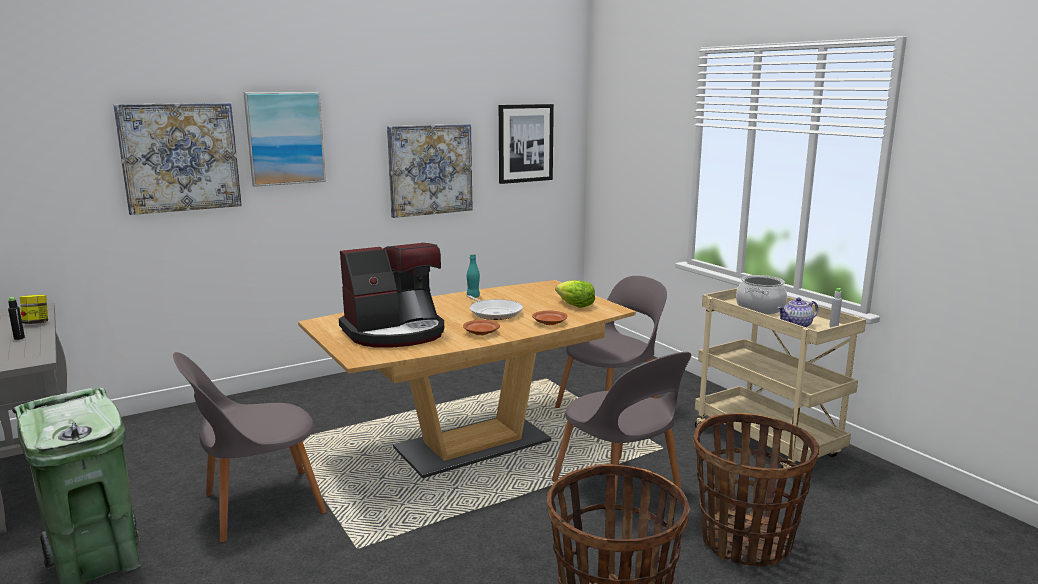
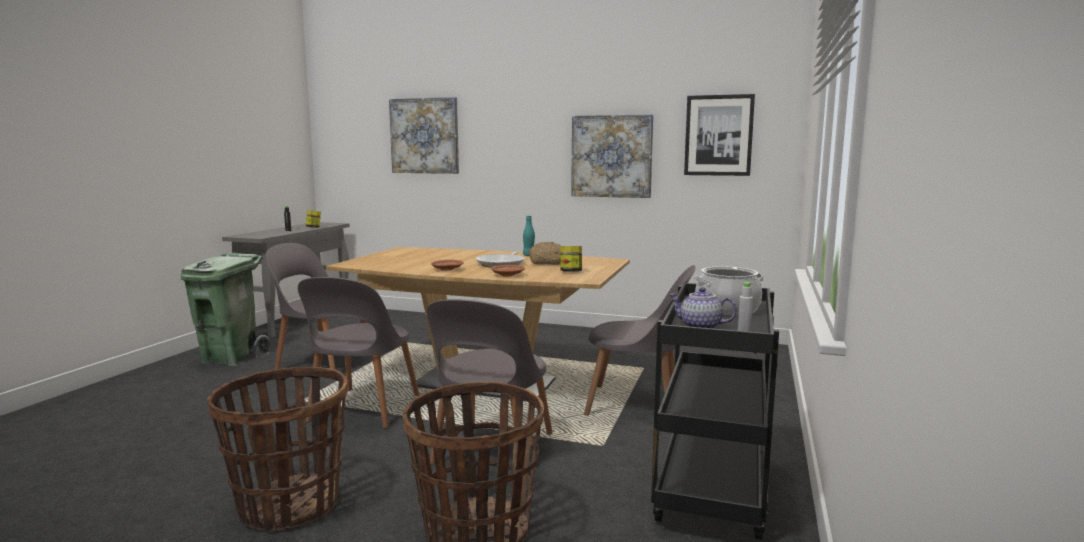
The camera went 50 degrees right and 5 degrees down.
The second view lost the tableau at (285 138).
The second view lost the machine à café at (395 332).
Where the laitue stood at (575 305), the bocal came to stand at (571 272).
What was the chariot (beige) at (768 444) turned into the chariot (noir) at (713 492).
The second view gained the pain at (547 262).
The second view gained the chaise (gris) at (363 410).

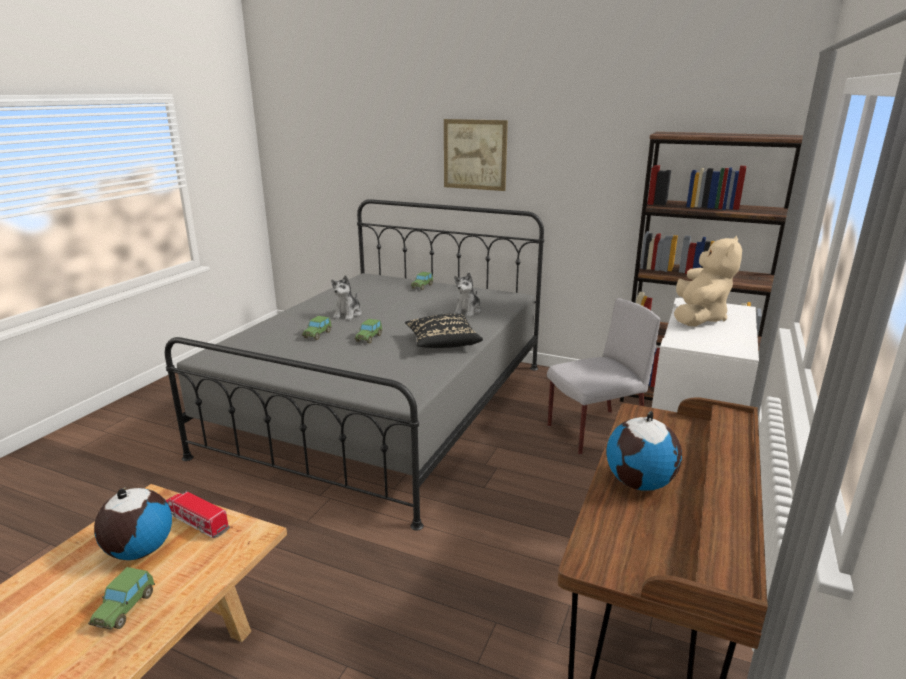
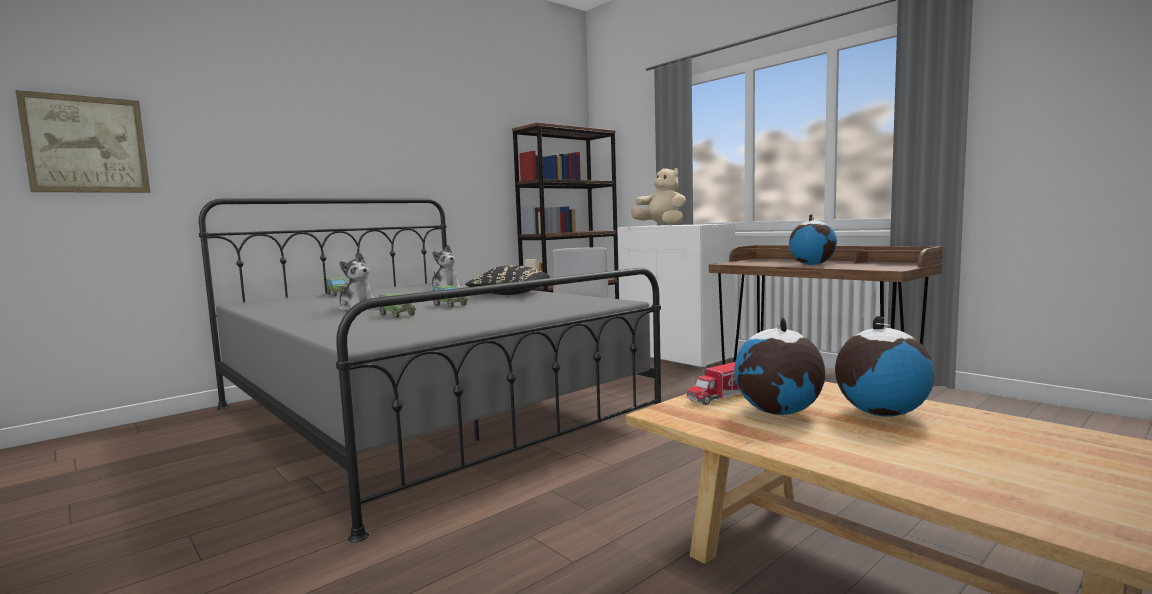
The camera went 65 degrees left and 15 degrees down.
The tableau ended up elsewhere, having gone from (475 154) to (86 144).
Where the petite voiture stood at (125 608), the globe came to stand at (880 413).

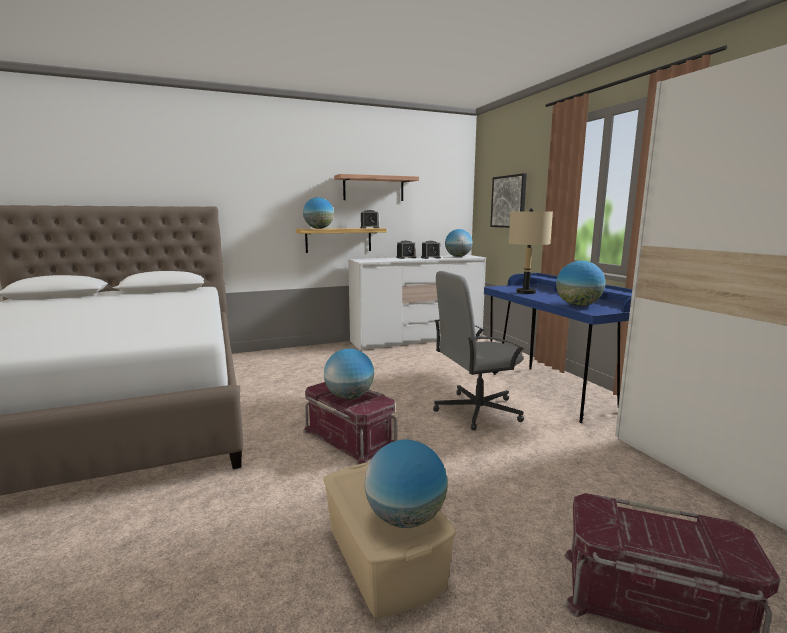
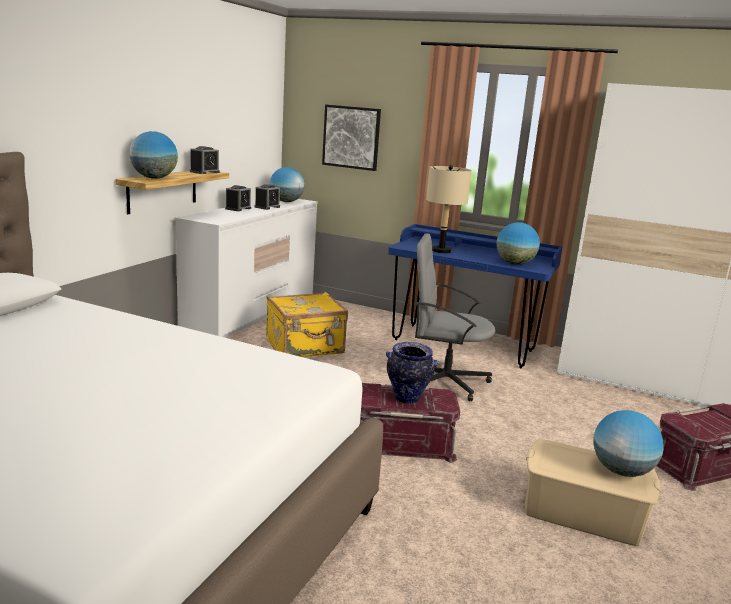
The camera went 45 degrees left and 5 degrees up.
The second view lost the étagère at (373 188).
The chaise de bureau (gris) at (476 410) ended up facing another way, 75 degrees clockwise from before.
Where the globe stood at (349 397), the vase came to stand at (407 399).
The second view gained the valise (jaune) at (305 347).

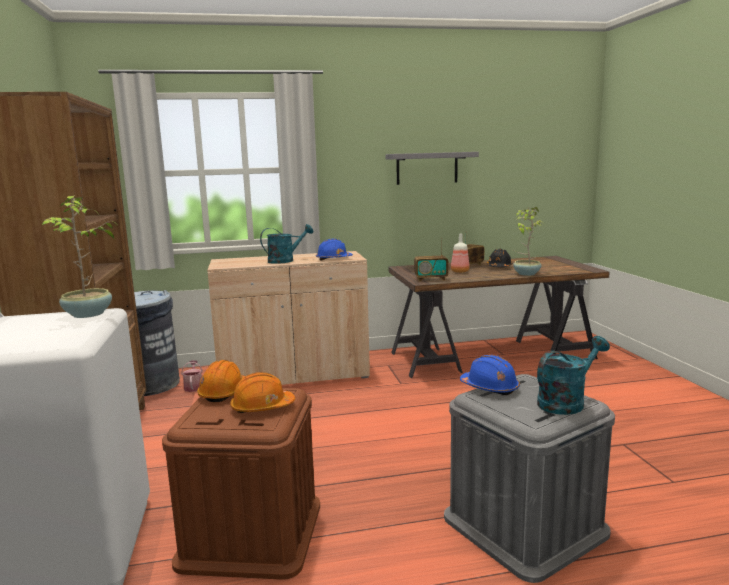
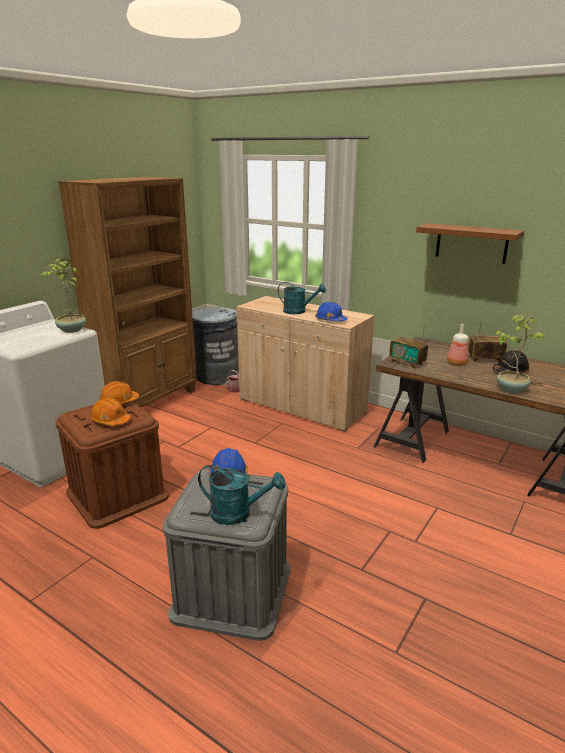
The camera went 45 degrees right and 10 degrees up.
What was the étagère (gris) at (427 168) turned into the étagère (marron) at (471 243).

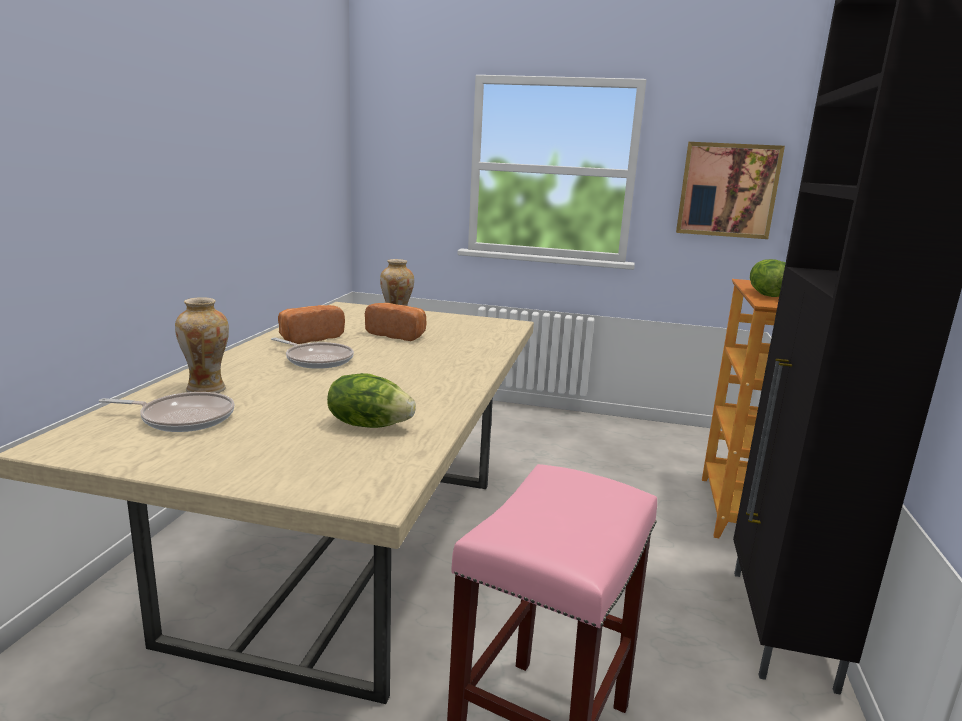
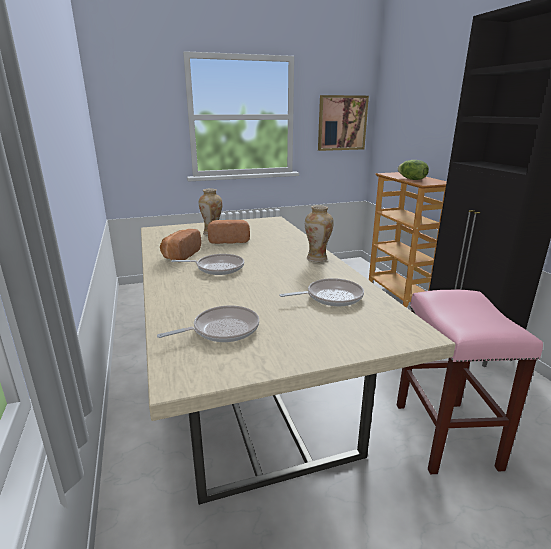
The camera went 30 degrees left and 5 degrees up.
The vase ended up elsewhere, having gone from (206 389) to (317 259).
Where the laitue stood at (369 424), the poêle came to stand at (331 297).

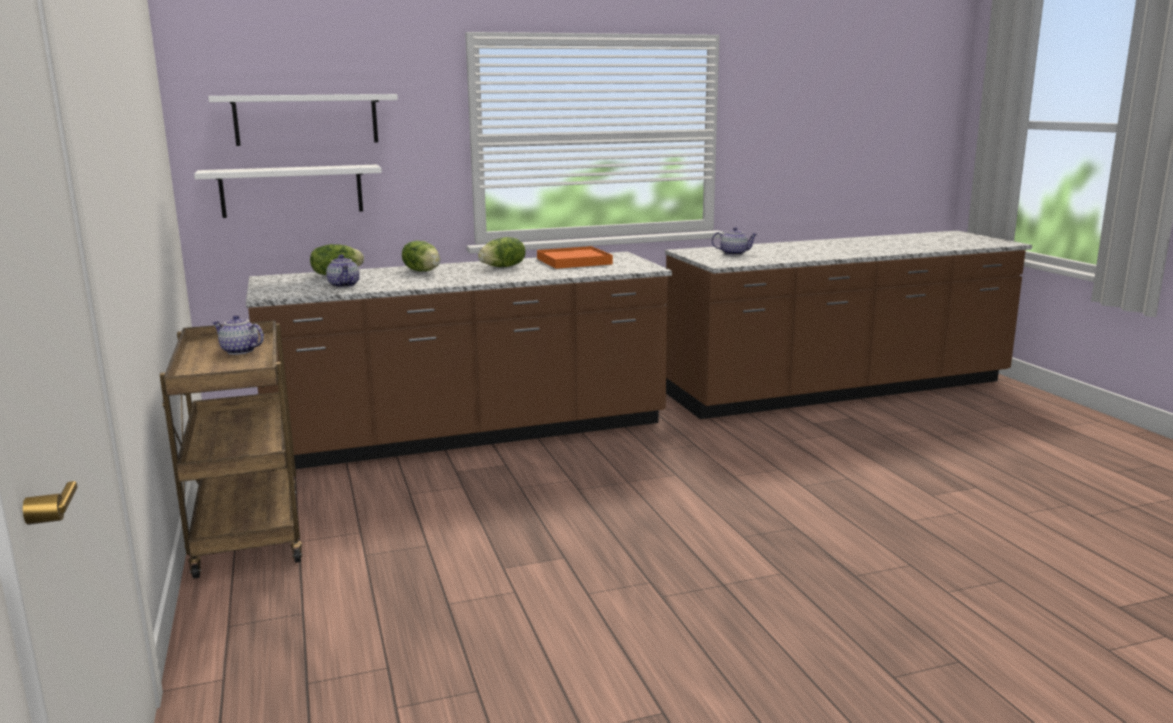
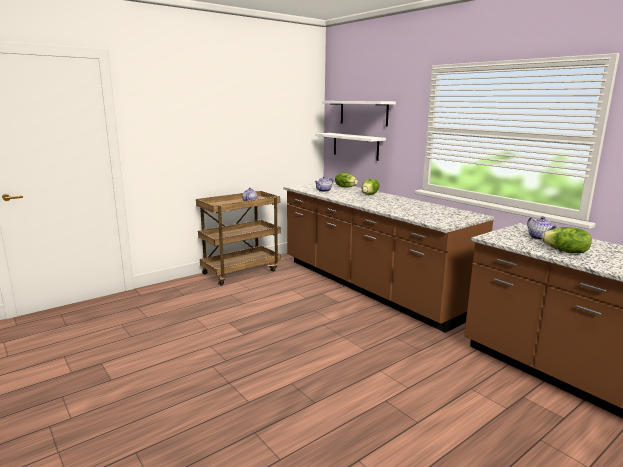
The camera went 70 degrees right and 0 degrees up.
The laitue ended up elsewhere, having gone from (503 267) to (565 252).
The second view lost the plateau (orange) at (574 261).

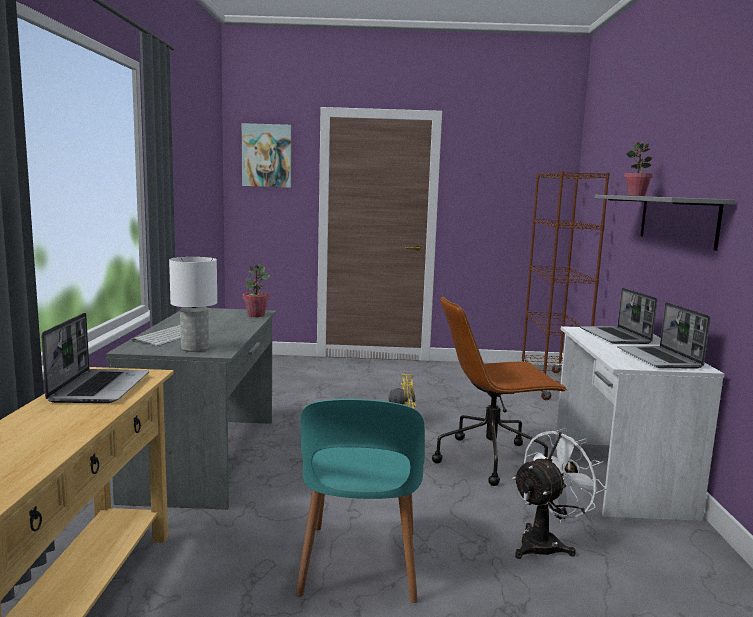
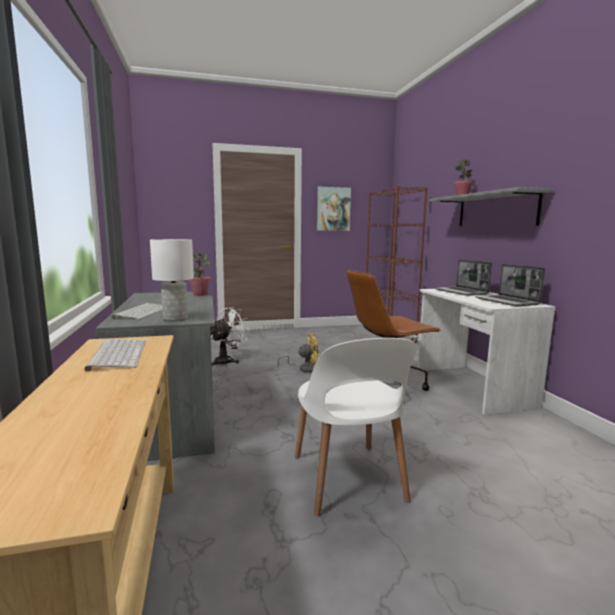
The camera went 15 degrees left and 0 degrees up.
The tableau ended up elsewhere, having gone from (267 155) to (333 209).
Where the ordinateur portable stood at (100 387), the clavier came to stand at (117 354).
What was the chaise (turquoise) at (359 565) turned into the chaise (blanc) at (348 479).
The ventilateur (blanc) ended up elsewhere, having gone from (546 543) to (227 361).

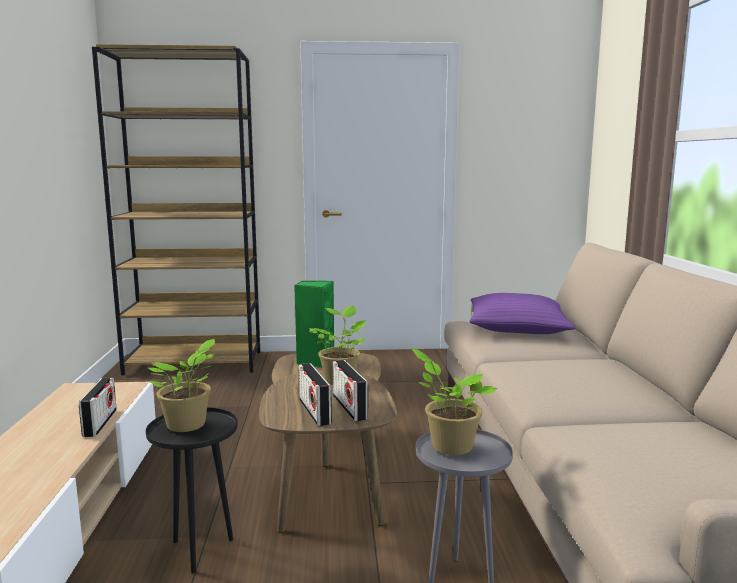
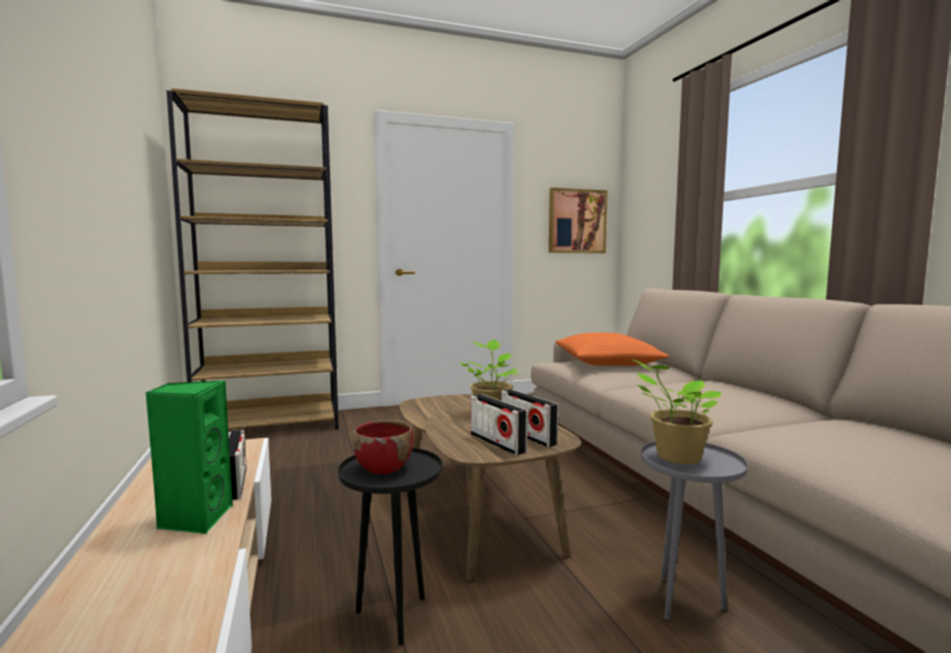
The camera went 15 degrees left and 5 degrees down.
The enceinte (vert) ended up elsewhere, having gone from (315 361) to (195 519).
What was the coussin (violet) at (517 327) turned into the coussin (orange) at (606 362).
Where the plante en pot stood at (188 425), the bol (rouge) came to stand at (384 467).
The second view gained the tableau at (577 221).

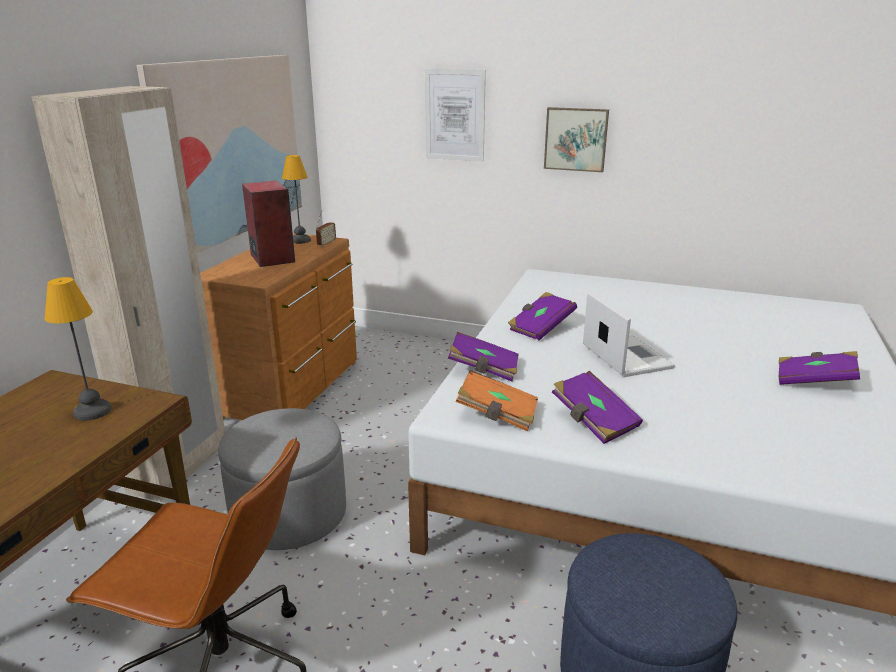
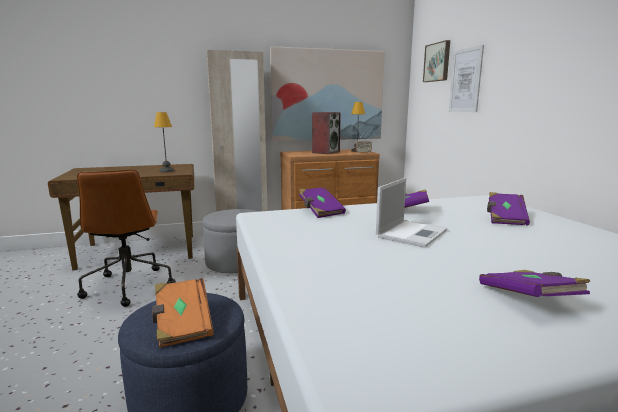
The camera went 55 degrees right and 10 degrees down.
The tableau ended up elsewhere, having gone from (576 139) to (437 62).
The livre (orange) ended up elsewhere, having gone from (497 415) to (182 325).
The livre (violet) ended up elsewhere, having gone from (593 421) to (505 218).

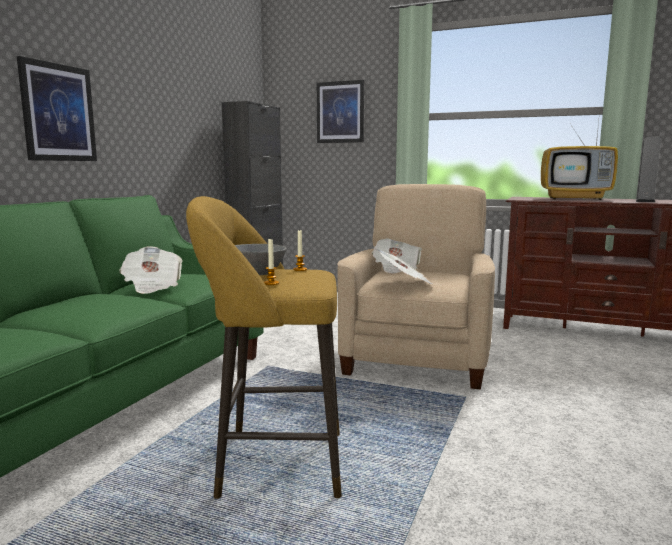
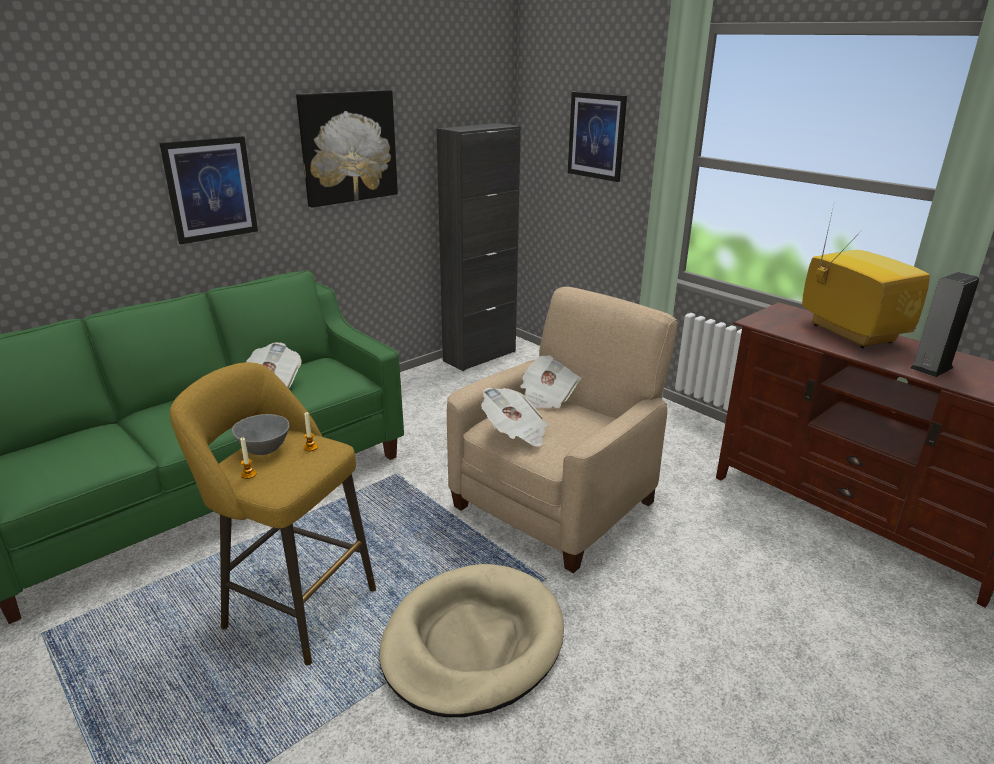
The camera went 25 degrees right and 15 degrees up.
The téléviseur at (576 198) ended up facing another way, 150 degrees counterclockwise from before.
The second view gained the tableau at (348 147).
The second view gained the panier pour chien (beige) at (472 642).

